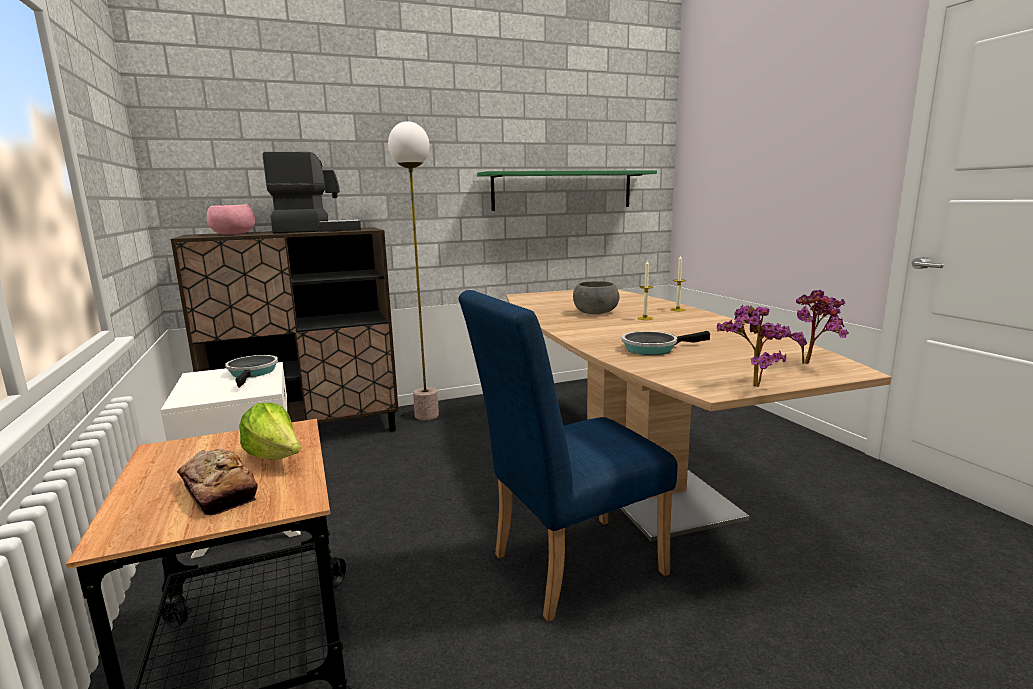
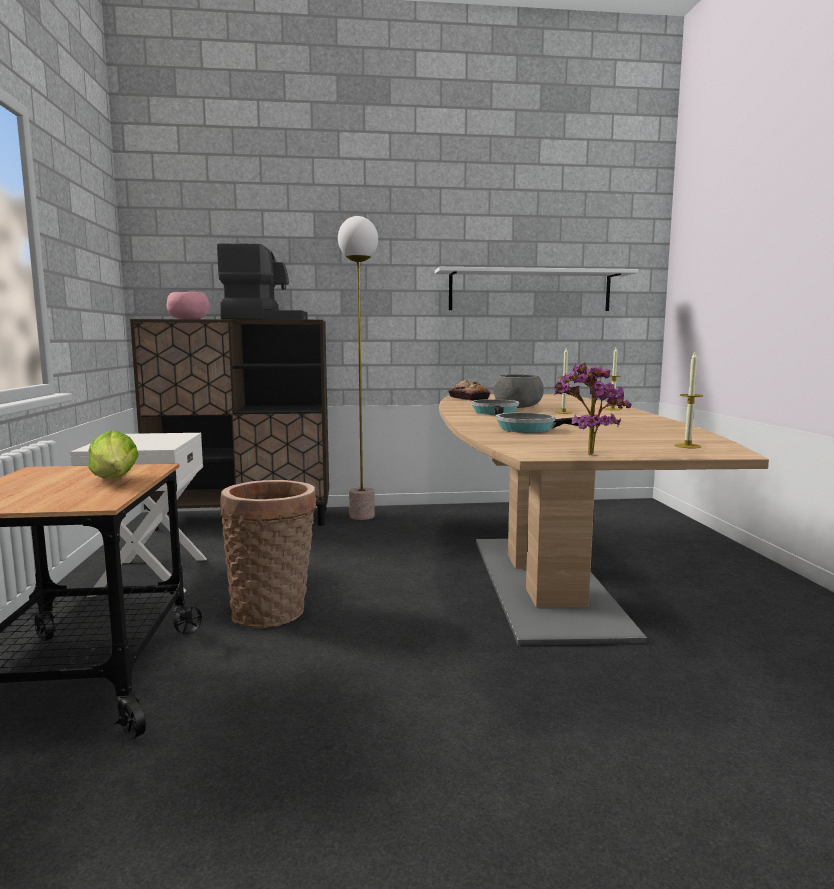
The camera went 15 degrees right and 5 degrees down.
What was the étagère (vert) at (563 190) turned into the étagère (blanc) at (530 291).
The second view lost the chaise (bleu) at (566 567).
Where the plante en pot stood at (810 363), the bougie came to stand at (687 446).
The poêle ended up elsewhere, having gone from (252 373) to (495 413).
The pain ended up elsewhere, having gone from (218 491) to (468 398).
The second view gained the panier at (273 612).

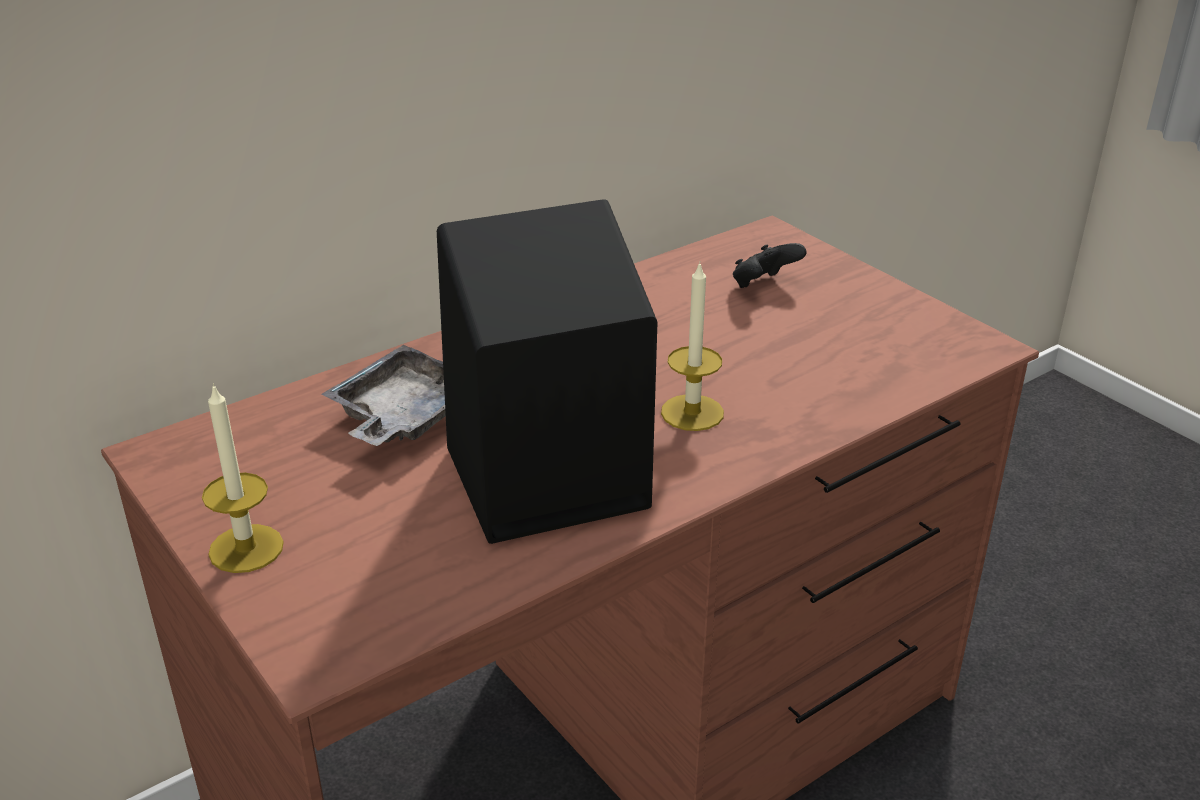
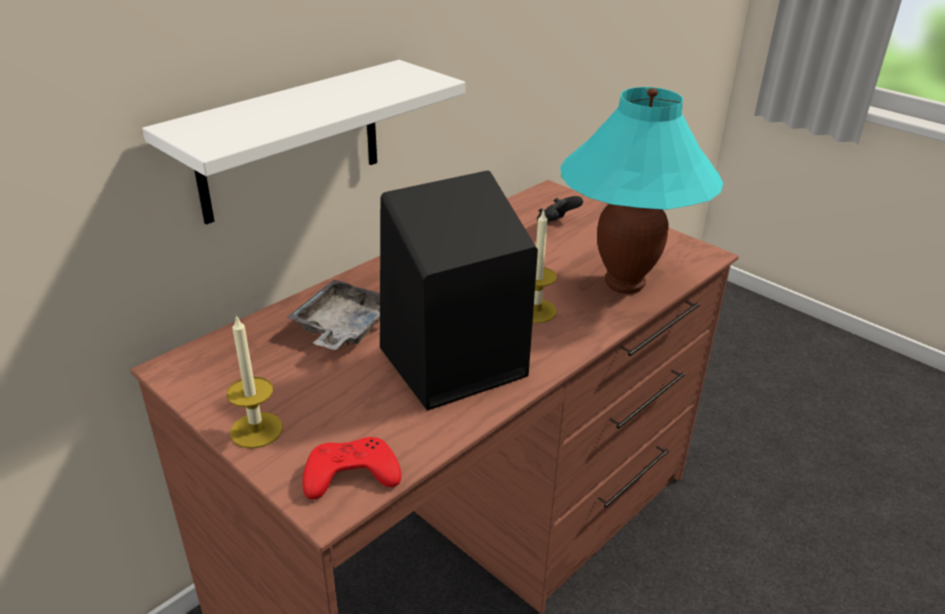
The camera went 10 degrees left and 0 degrees up.
The second view gained the étagère (blanc) at (290 141).
The second view gained the lampe de table (turquoise) at (624 283).
The second view gained the manette (rouge) at (350 474).

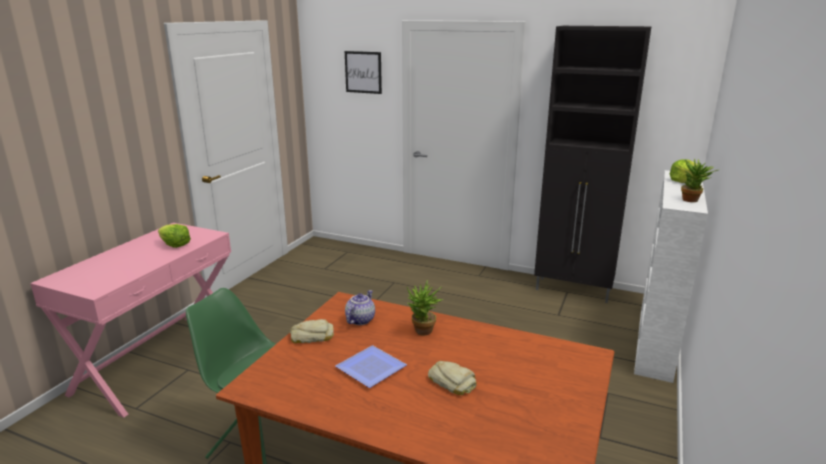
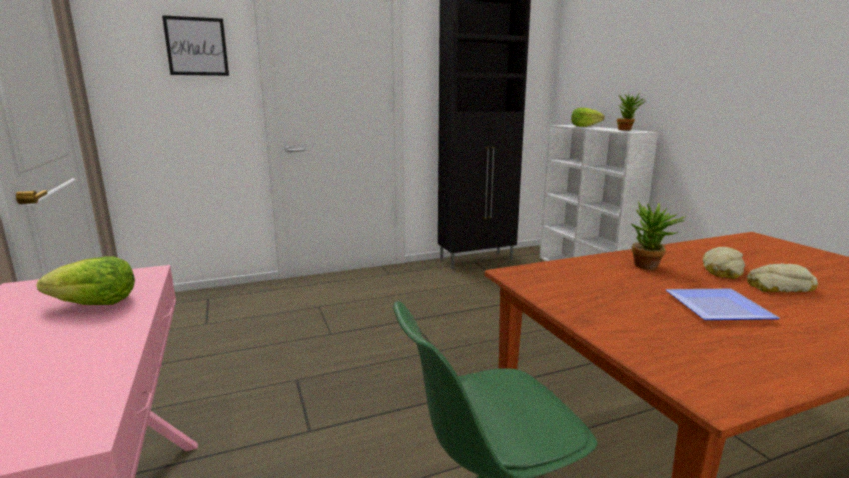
The camera went 45 degrees left and 5 degrees down.
The second view lost the théière at (360 320).
The pain ended up elsewhere, having gone from (312 336) to (721 270).

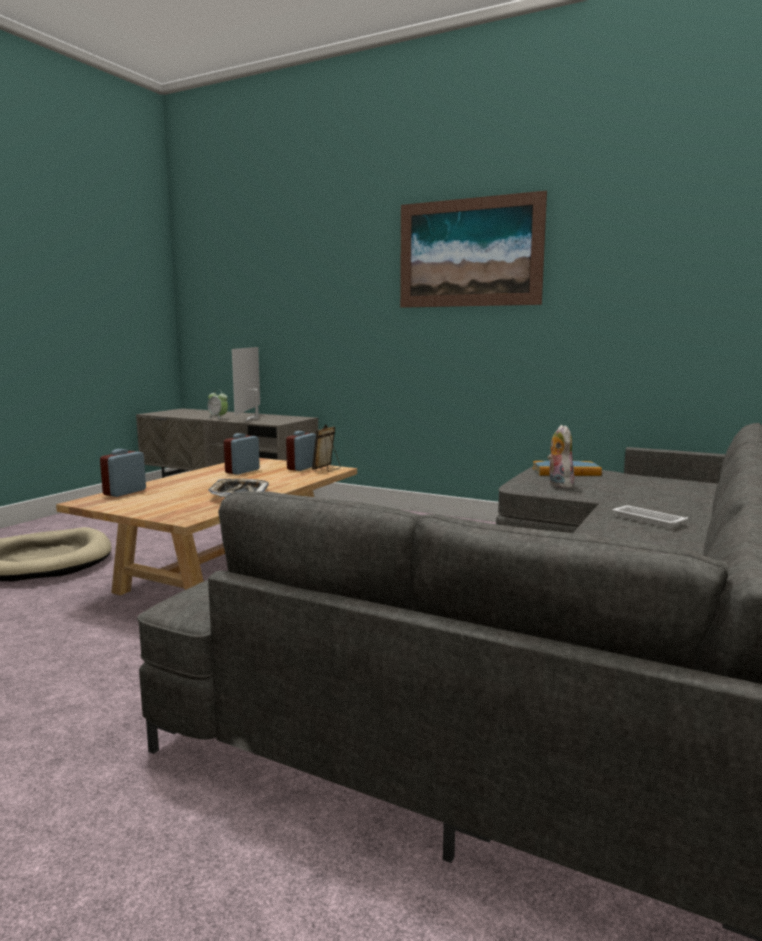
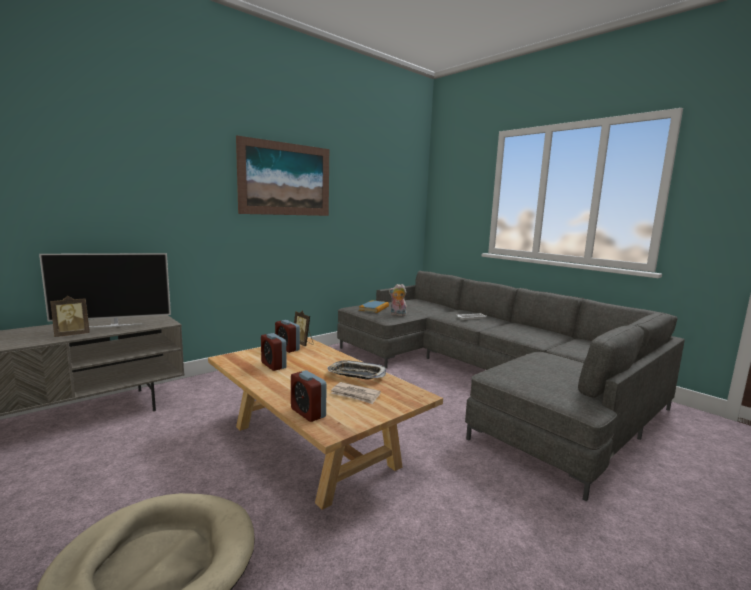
The camera went 70 degrees left and 0 degrees up.
The téléviseur at (253 418) ended up facing another way, 45 degrees counterclockwise from before.
Where the réveil stood at (218 417), the cadre photo came to stand at (72 335).
The second view gained the journal at (355 395).

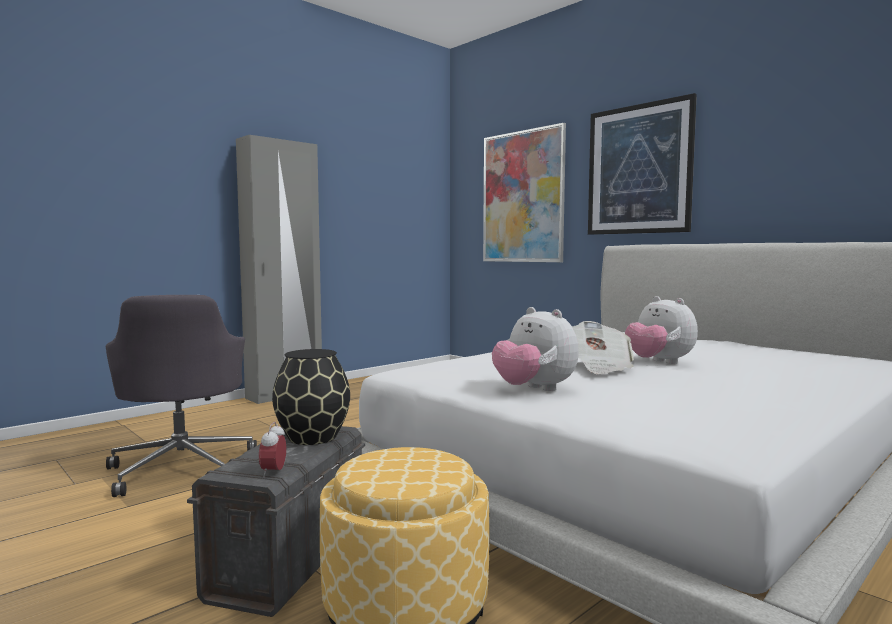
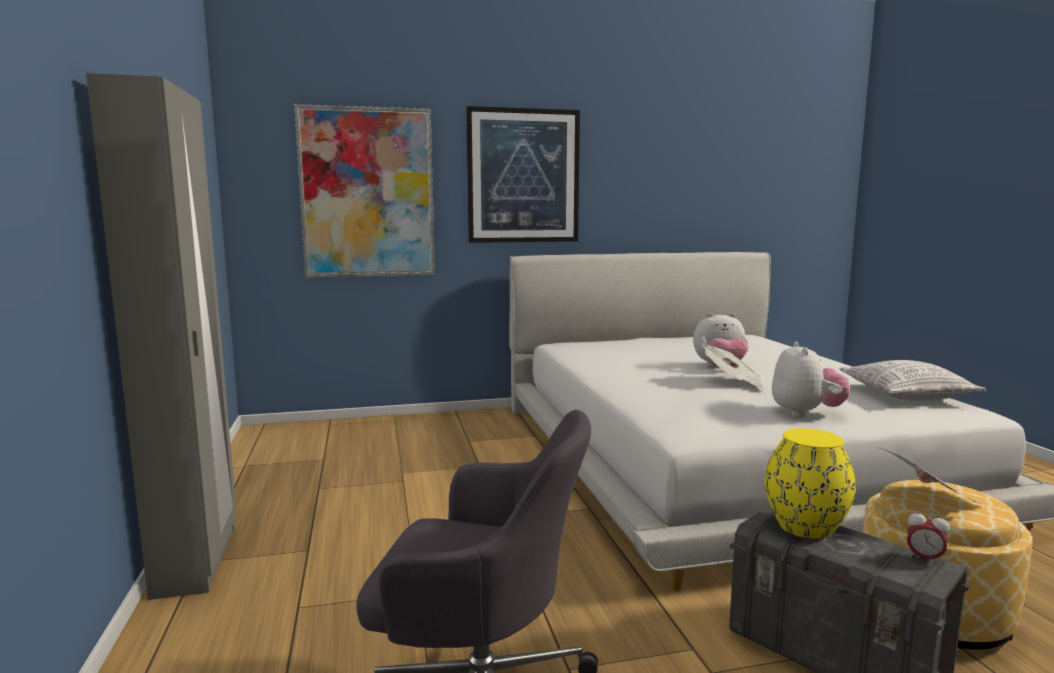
The camera went 60 degrees left and 5 degrees up.
The peluche at (534 390) ended up facing another way, 75 degrees counterclockwise from before.
What was the vase (noir) at (311 437) turned into the vase (jaune) at (805 527).
The second view gained the coussin at (906 395).
The second view gained the journal at (927 500).

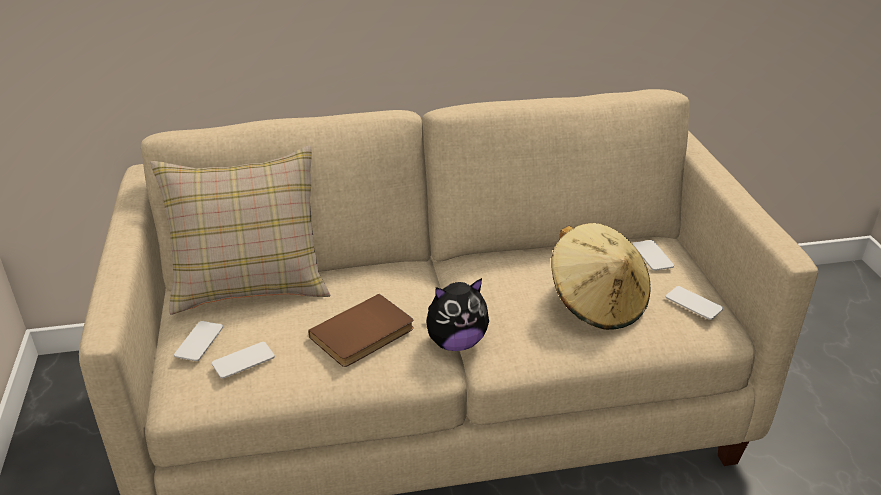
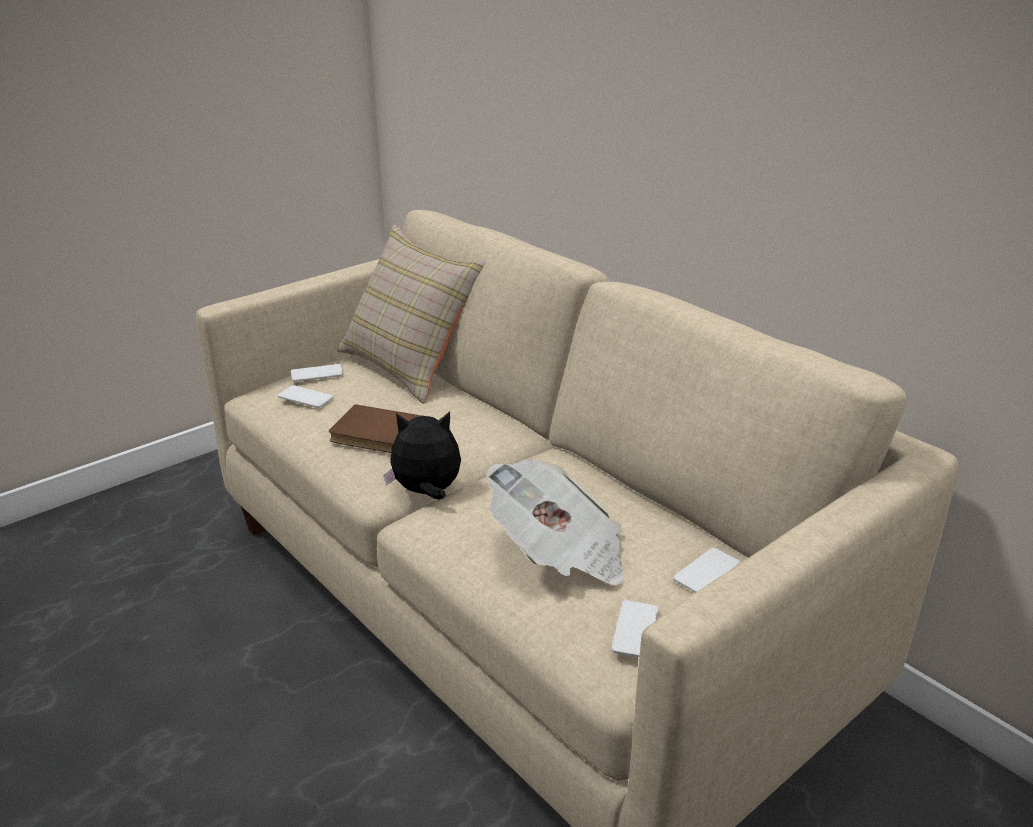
The camera went 60 degrees right and 5 degrees down.
Where the chapeau (beige) stood at (597 303), the journal came to stand at (559 553).
The peluche at (456 342) ended up facing another way, 135 degrees clockwise from before.

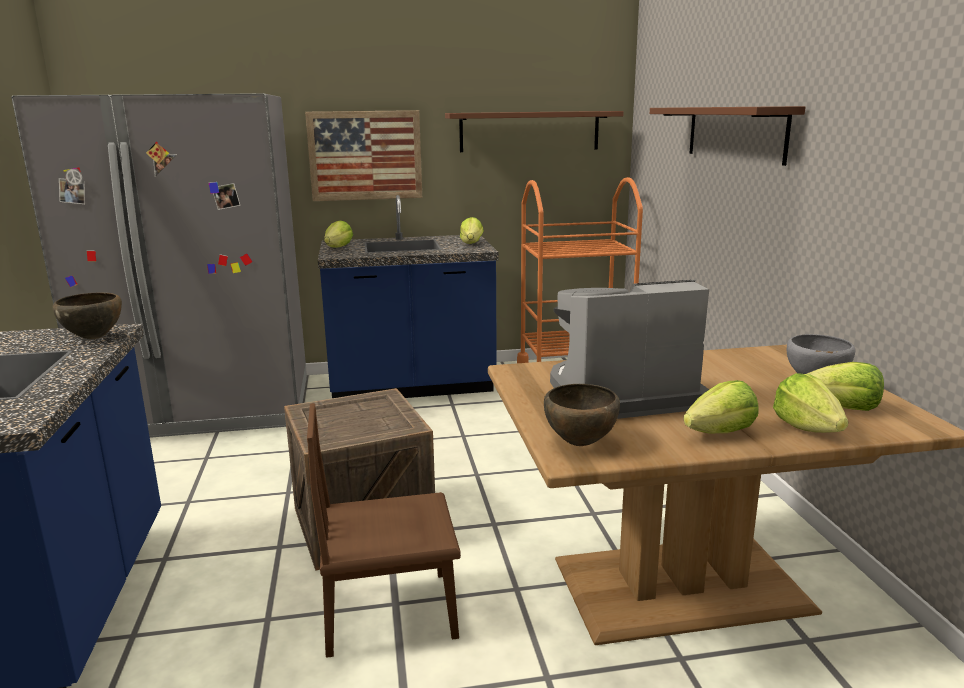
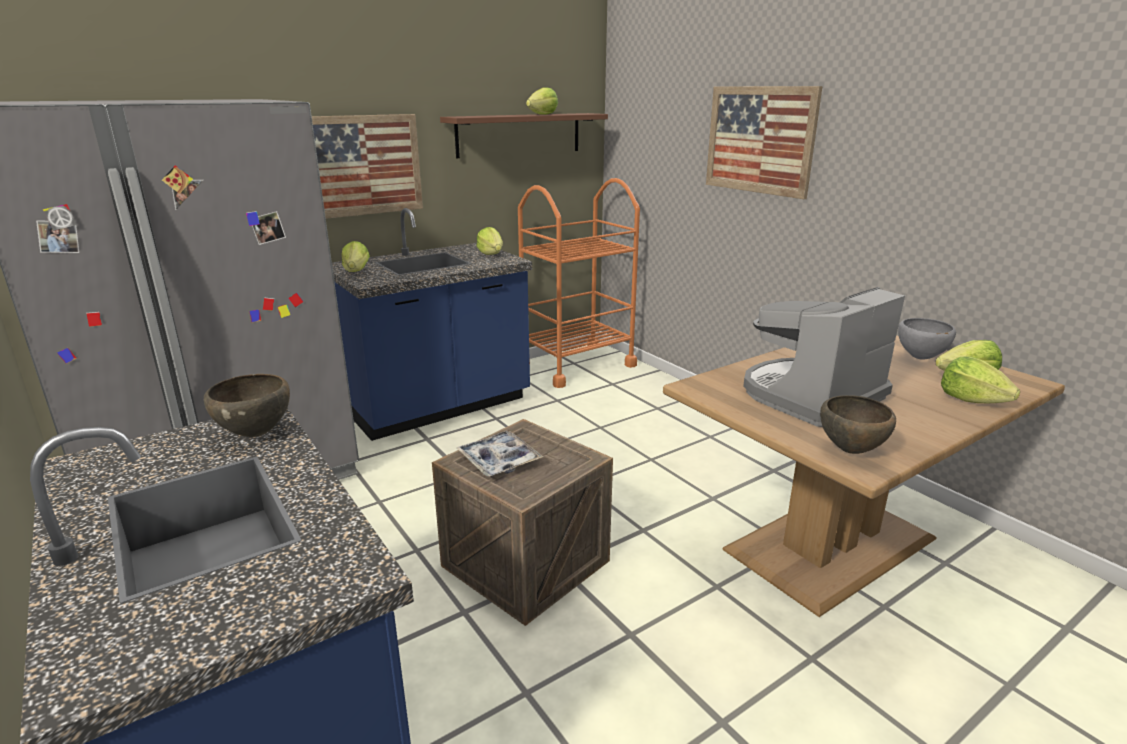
The camera went 25 degrees left and 5 degrees up.
Where the étagère (marron) hung at (735 133), the tableau came to hang at (759 140).
The laitue ended up elsewhere, having gone from (720 432) to (542 114).
The second view lost the chaise (marron) at (390 612).
The second view gained the plateau at (499 460).

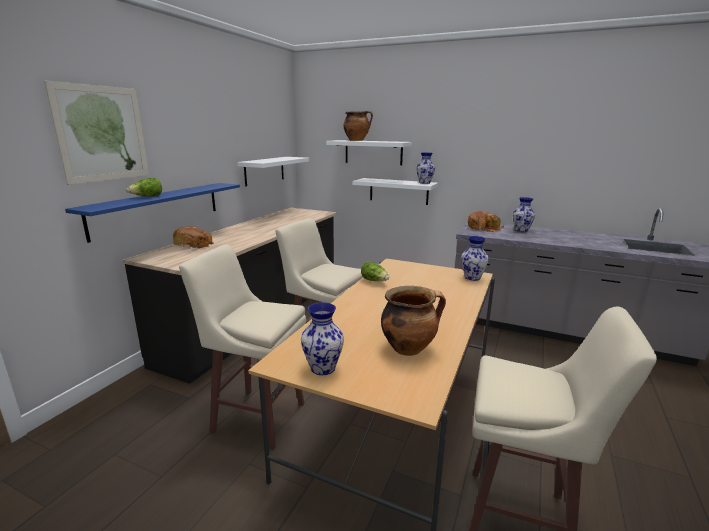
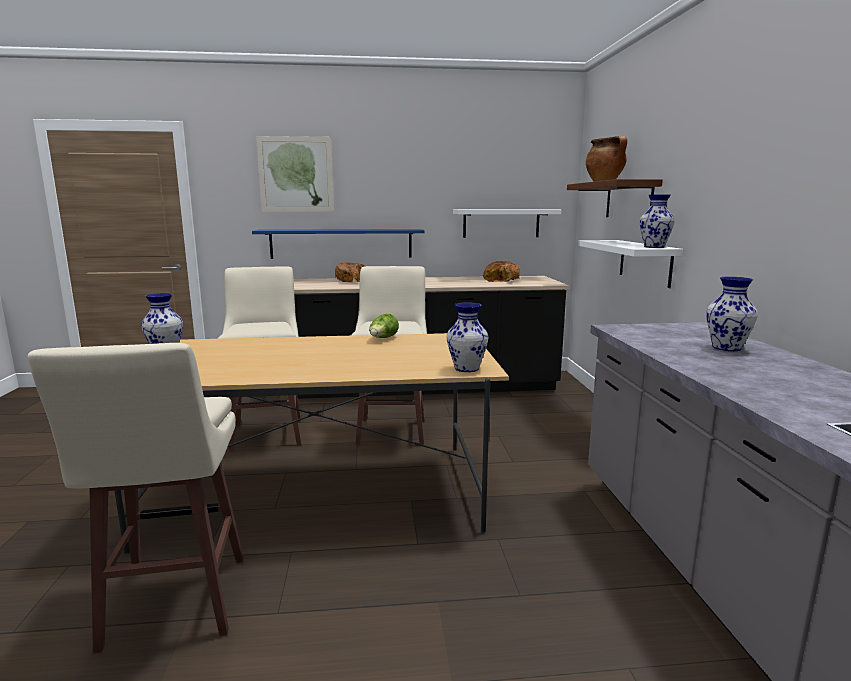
The camera went 60 degrees right and 5 degrees down.
What was the étagère (blanc) at (373 152) turned into the étagère (marron) at (628 200).
The second view lost the laitue at (147 197).
The pain ended up elsewhere, having gone from (484 228) to (502 280).
The second view lost the marmite at (409 348).

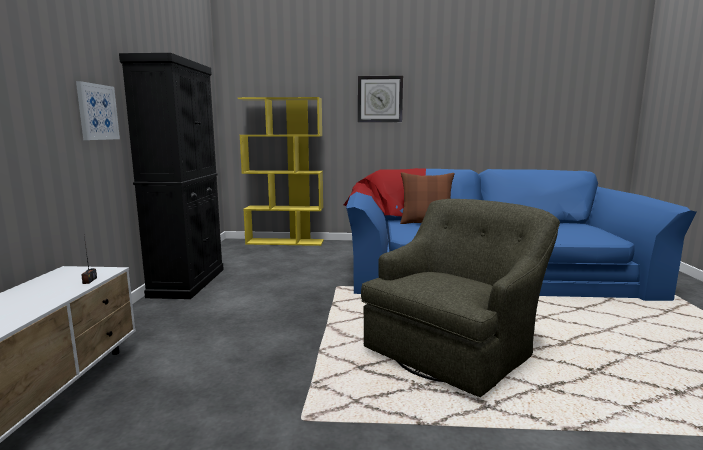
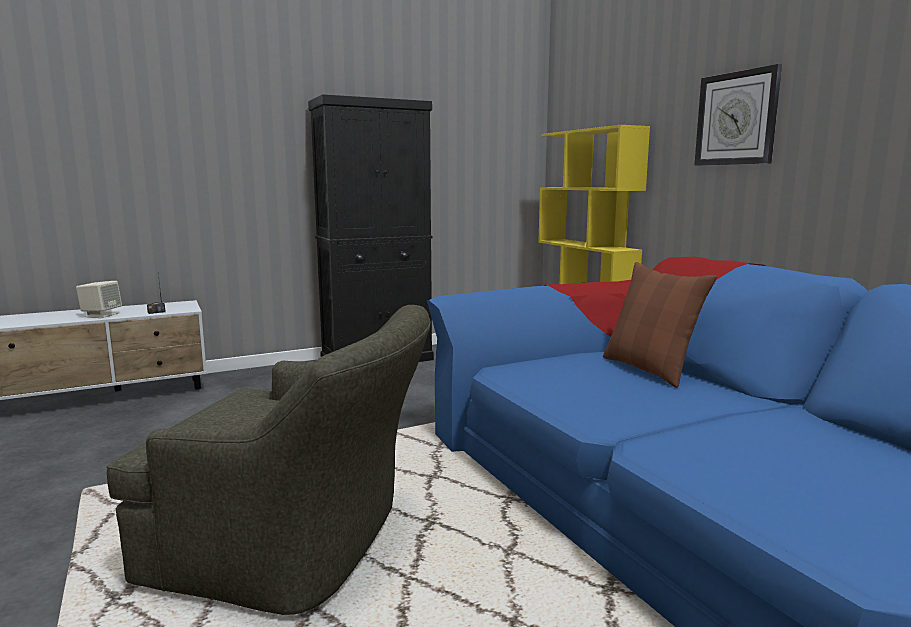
The camera went 60 degrees right and 0 degrees up.
The second view lost the tableau at (97 112).
The second view gained the enceinte (beige) at (101 315).

